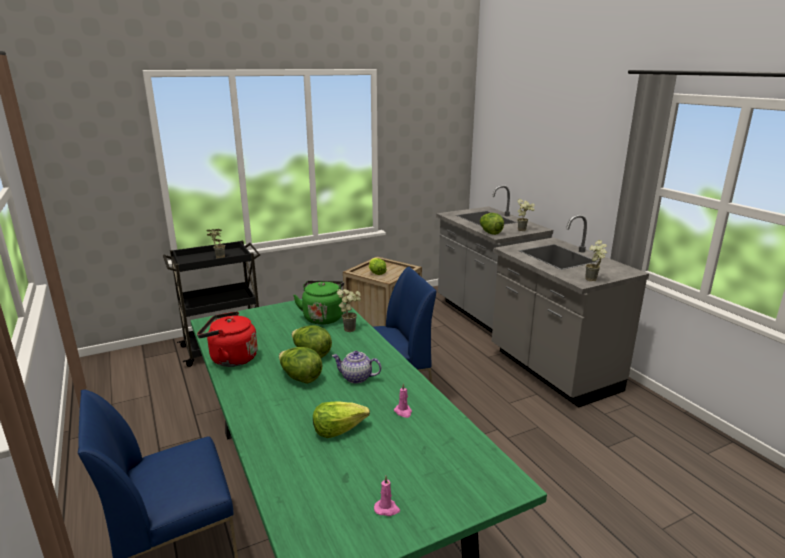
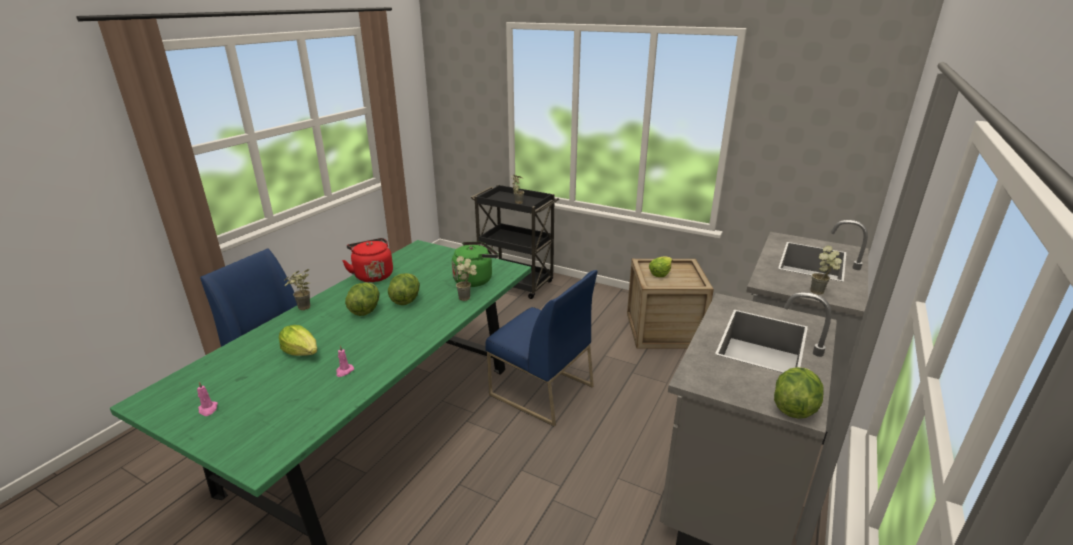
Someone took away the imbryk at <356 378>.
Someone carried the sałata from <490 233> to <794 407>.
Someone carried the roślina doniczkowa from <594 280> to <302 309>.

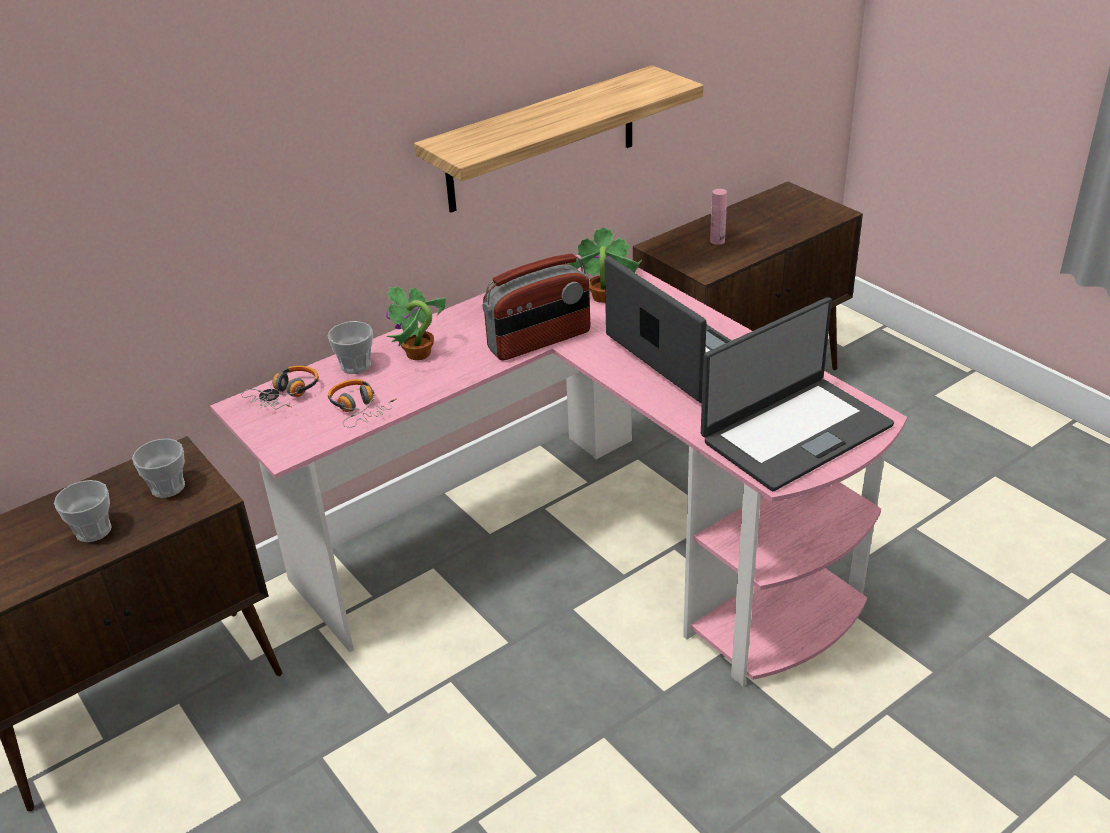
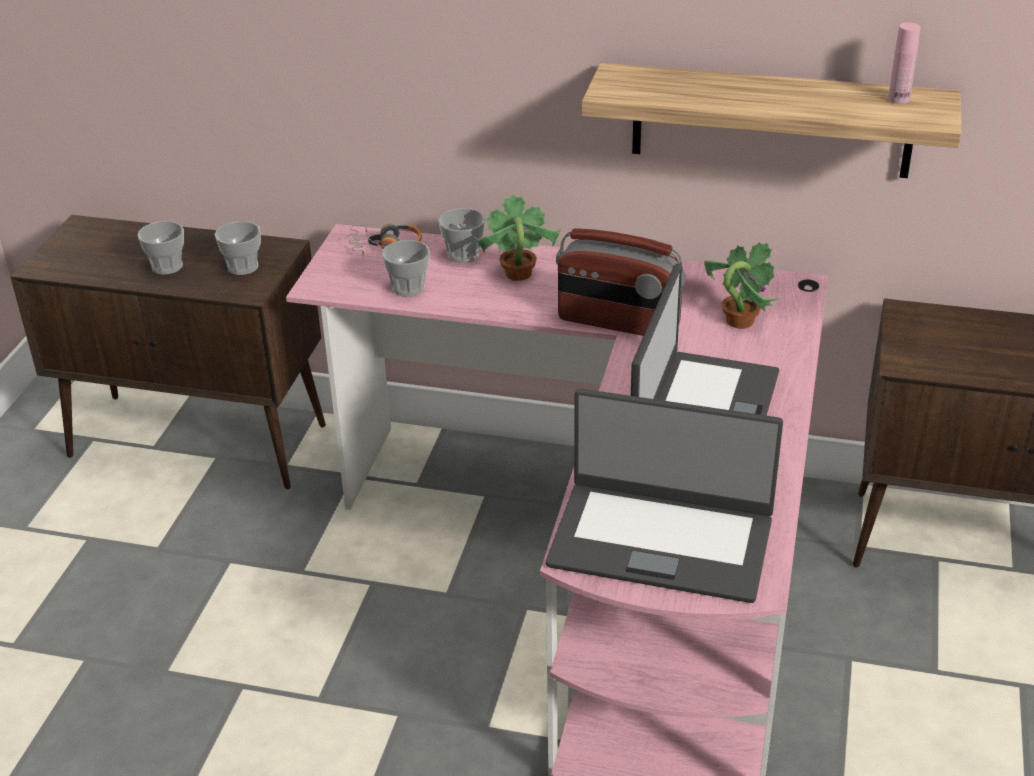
Someone swapped the słuchawki at <359 409> for the filiżanka at <408 288>.
Someone carried the butelka (różowy) from <717 241> to <899 99>.

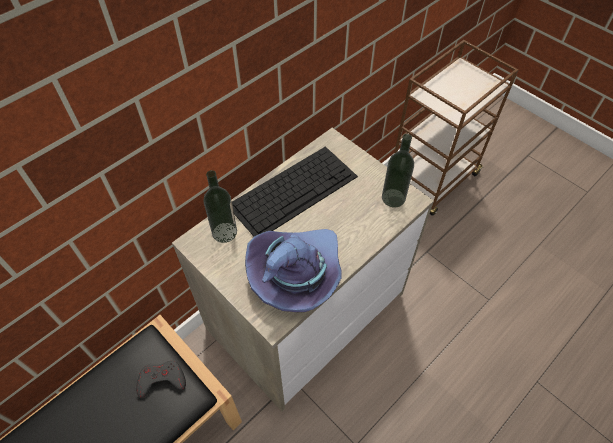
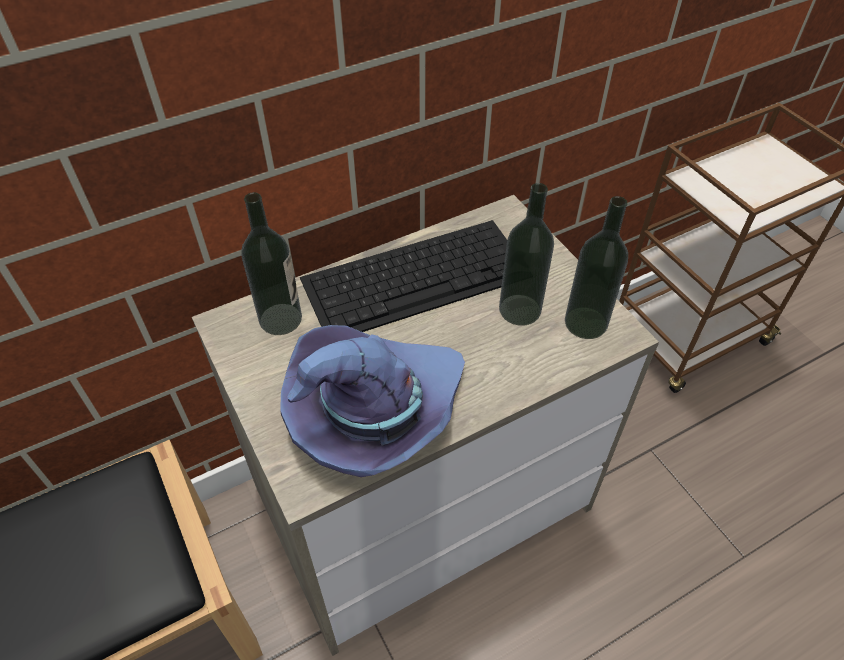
Someone took away the pad do gier (szary) at <161 380>.
Someone put down the butelka at <520 309>.

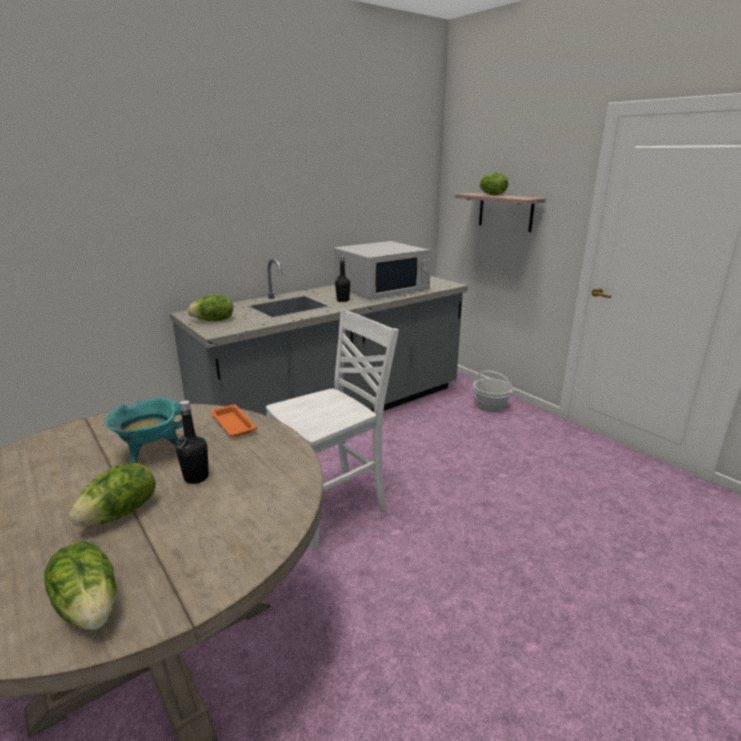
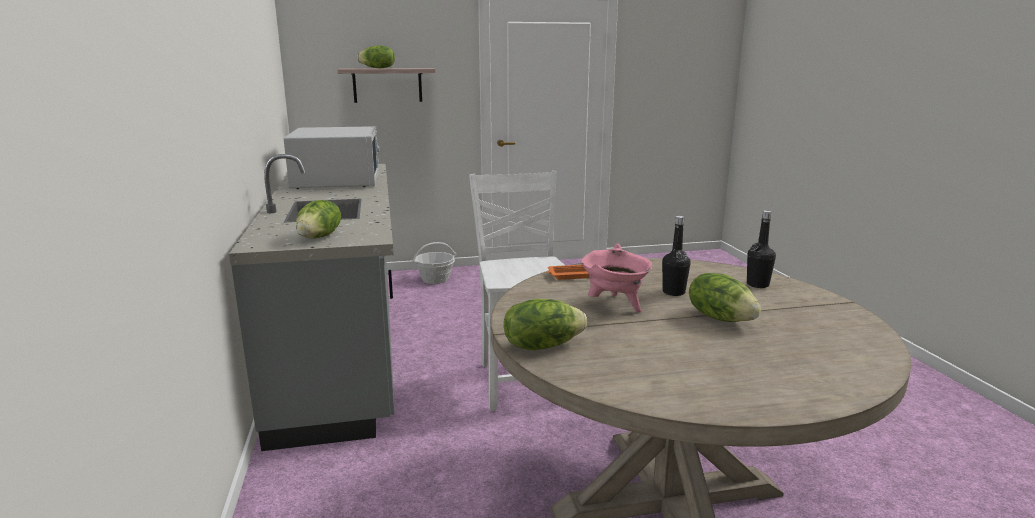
Someone carried the sałata from <90 605> to <542 345>.
Someone repainted the garnek (turkusowy) at <151 452>, which became the garnek (różowy) at <615 305>.
Someone carried the butelka (czarny) from <343 300> to <757 284>.

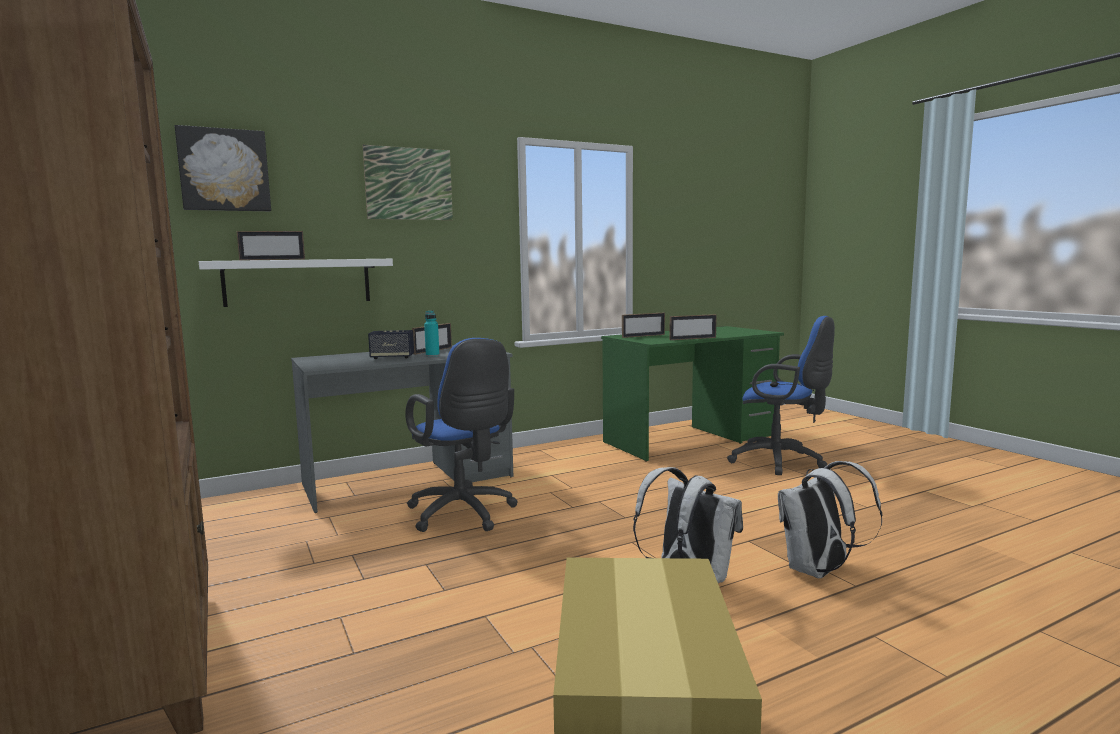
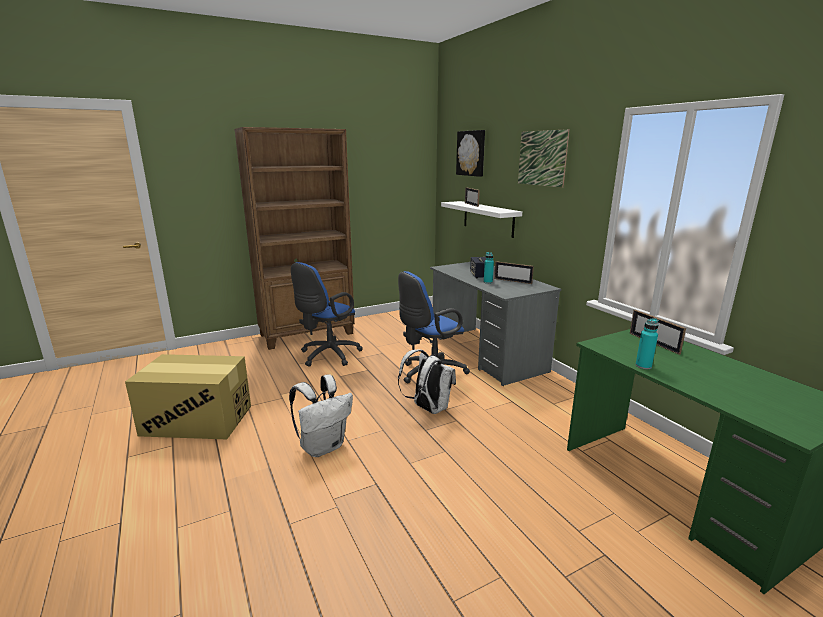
Someone swapped the ramka na zdjęcie at <692 338> for the butelka (turkusowy) at <643 366>.
Someone carried the krzesło biurowe (niebieski) from <781 462> to <327 356>.
Someone carried the plecak (biały) from <819 571> to <428 408>.

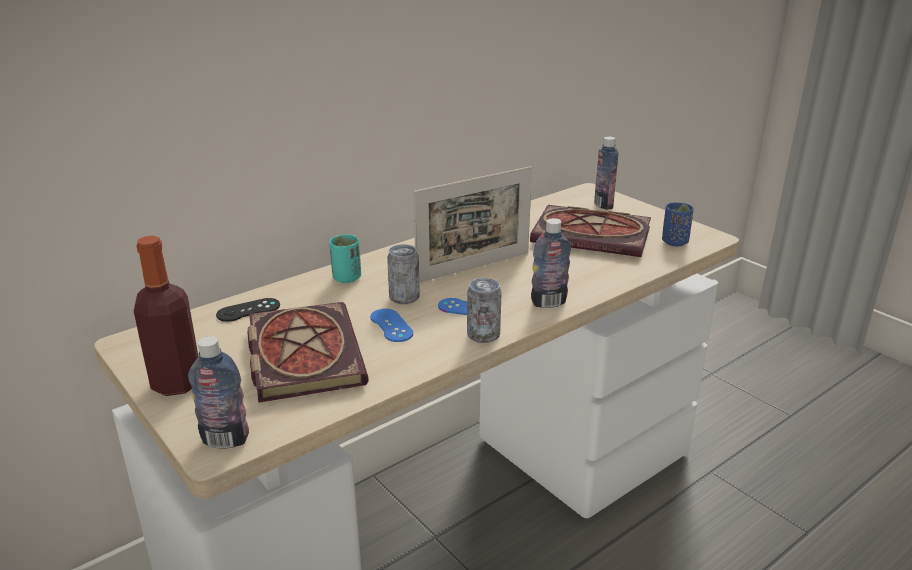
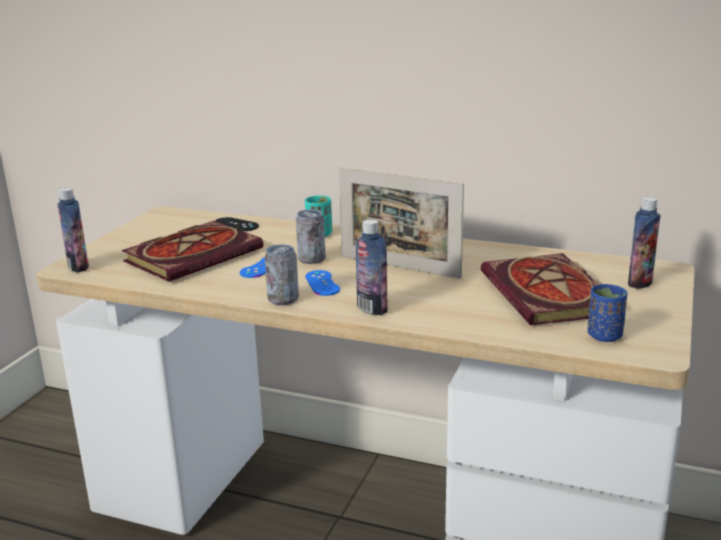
Someone took away the butelka at <177 383>.

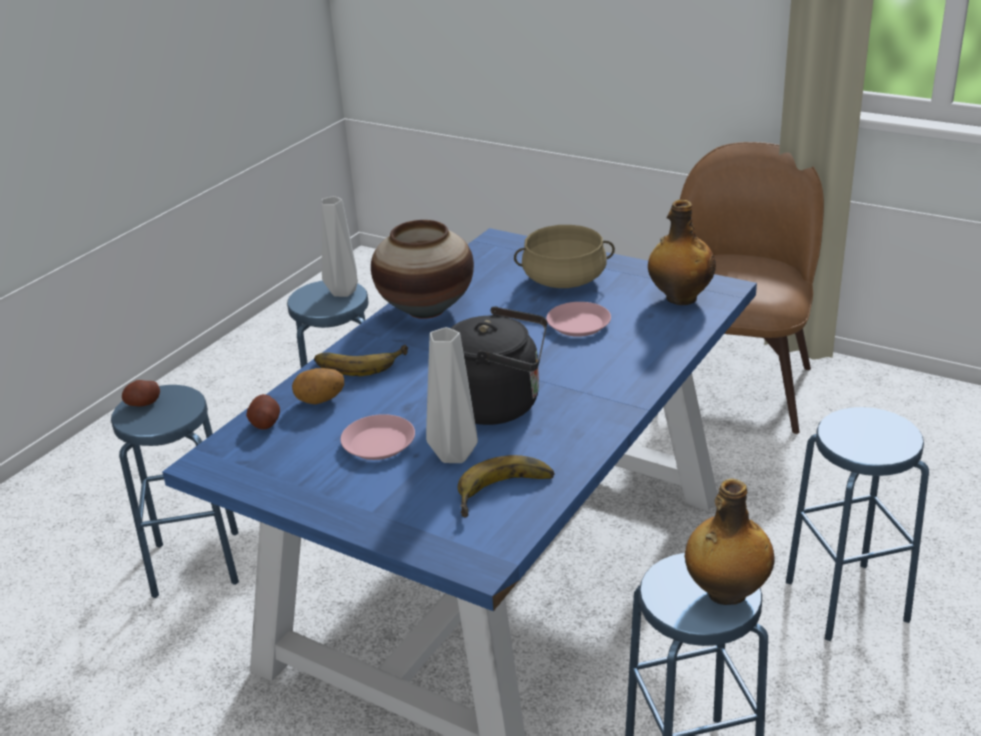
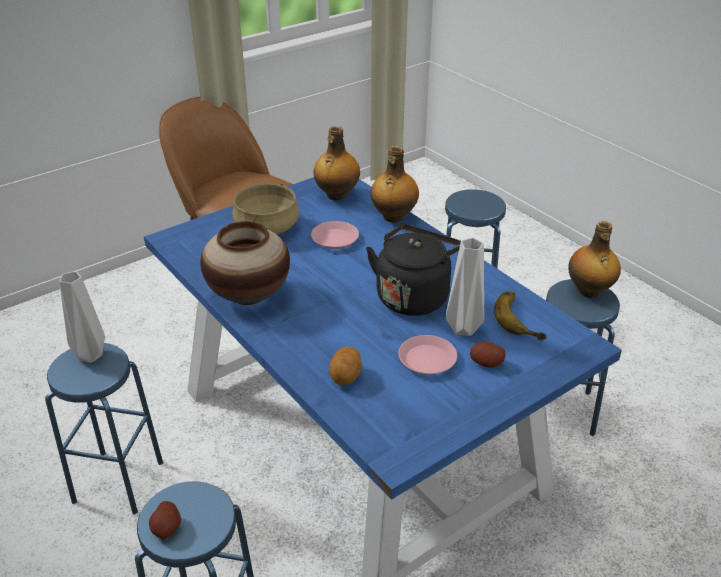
Someone carried the ziemniak from <265 423> to <486 363>.
Someone took away the banan at <360 361>.
Someone put down the butelka at <393 217>.

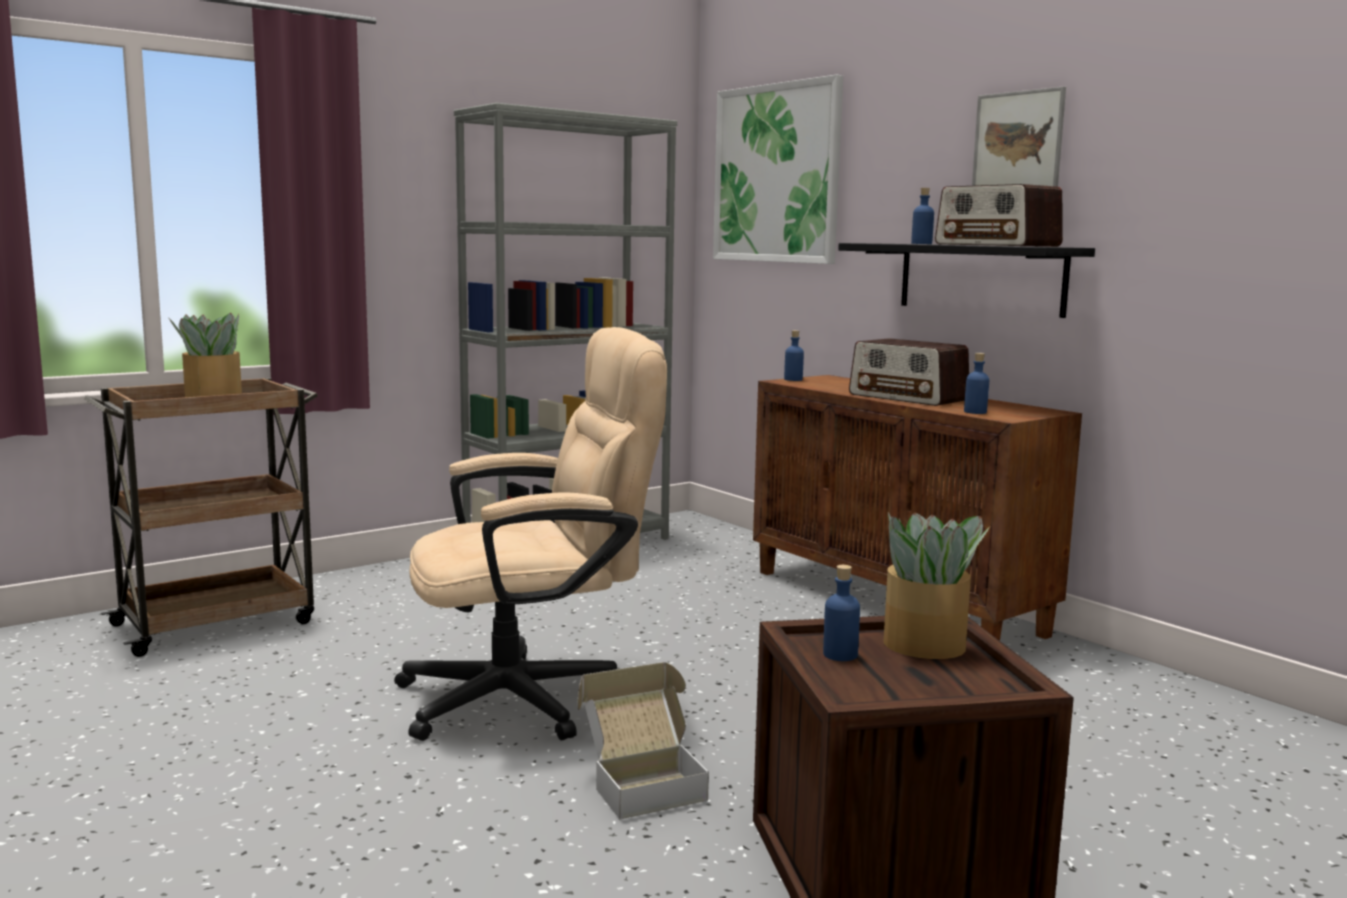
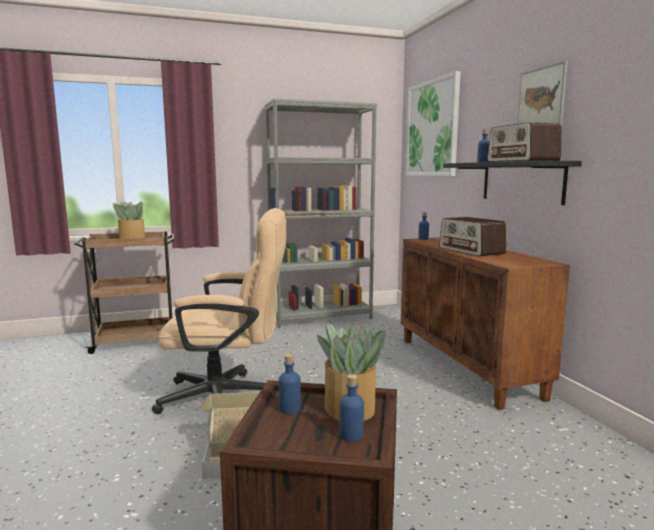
Someone carried the butelka (niebieski) from <975 412> to <351 435>.

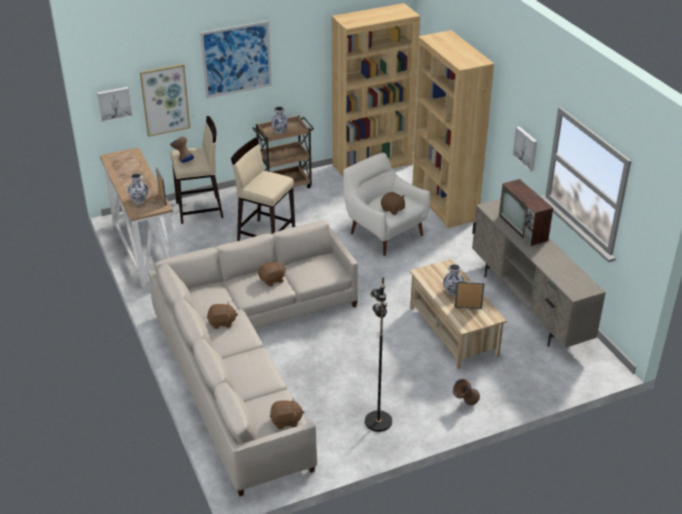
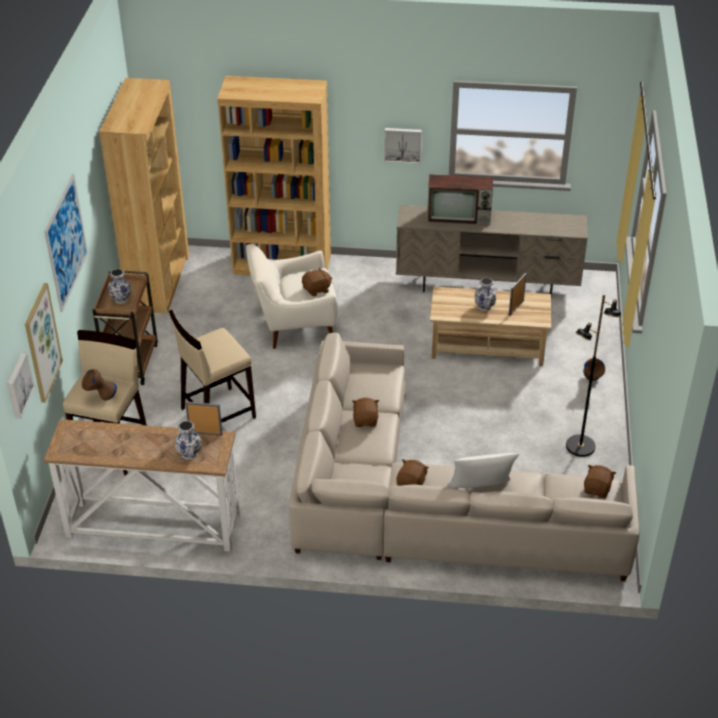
Someone put down the poduszka (biały) at <480 491>.

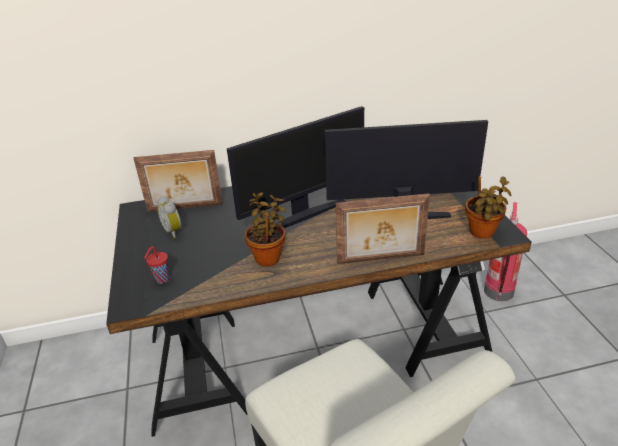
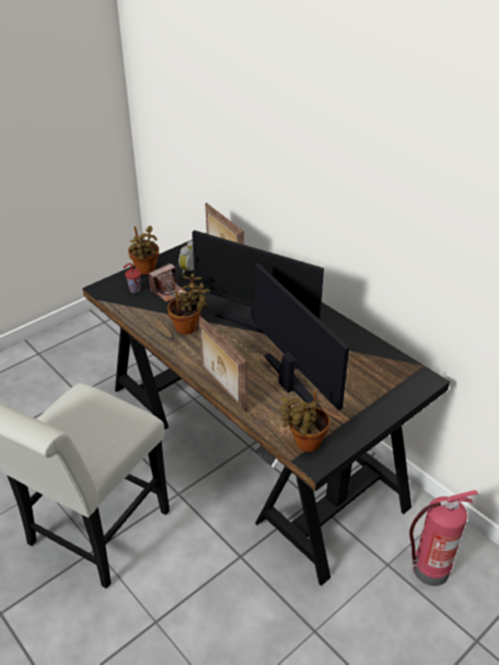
Someone put down the roślina doniczkowa at <146 271>.
Someone put down the aparat fotograficzny at <168 291>.

